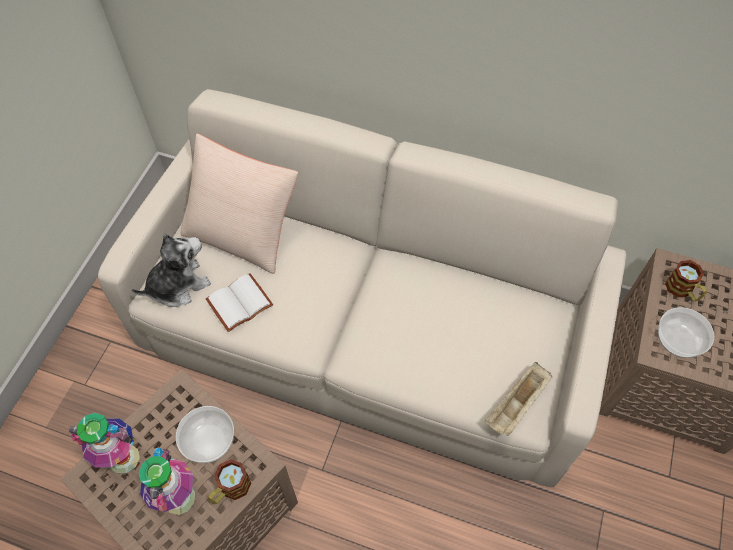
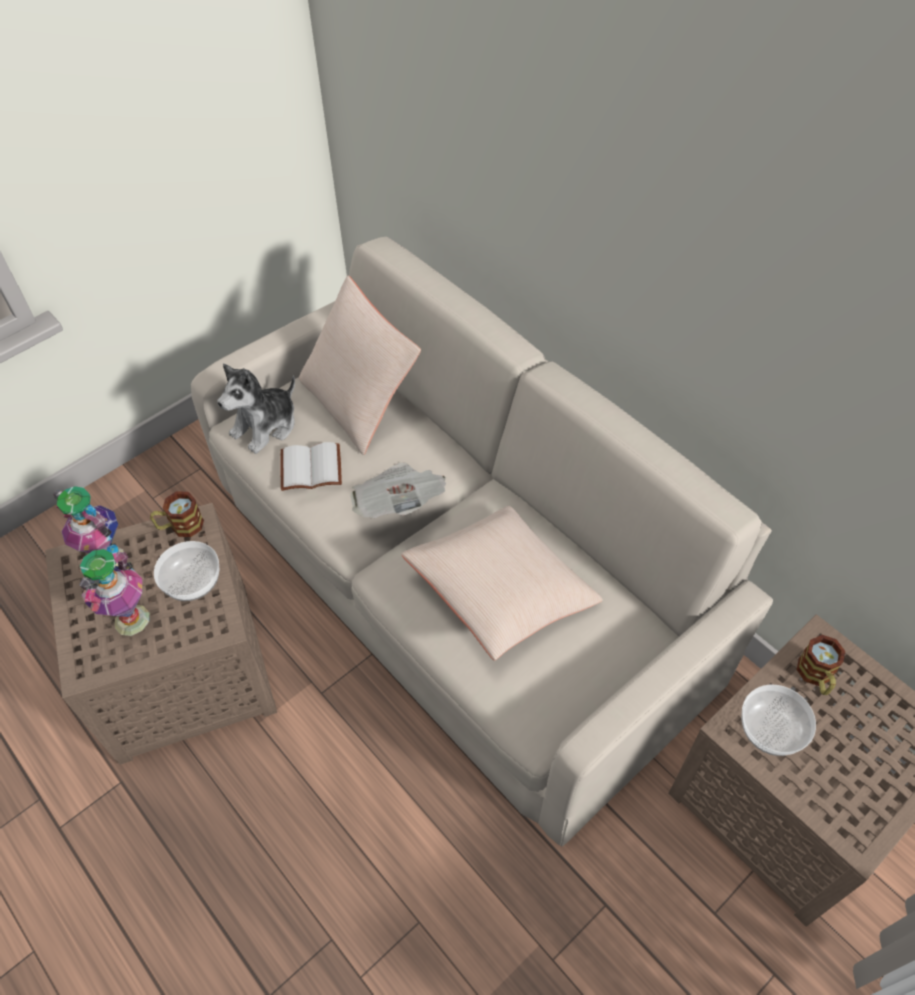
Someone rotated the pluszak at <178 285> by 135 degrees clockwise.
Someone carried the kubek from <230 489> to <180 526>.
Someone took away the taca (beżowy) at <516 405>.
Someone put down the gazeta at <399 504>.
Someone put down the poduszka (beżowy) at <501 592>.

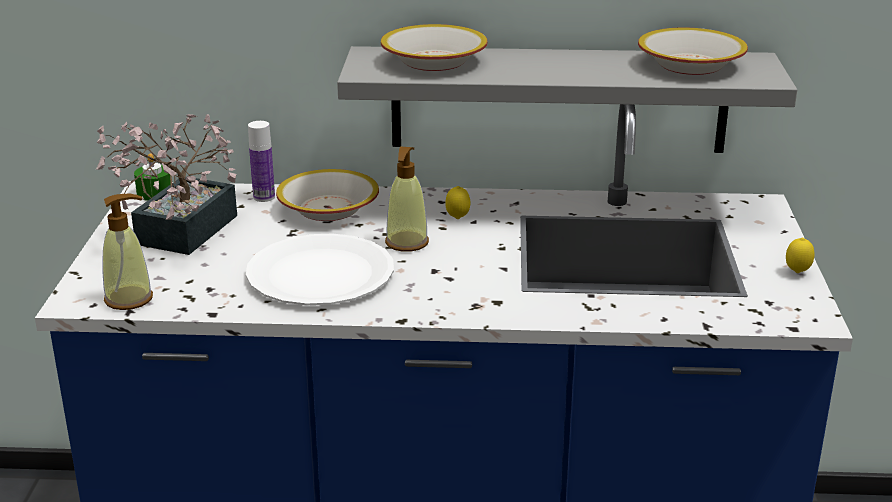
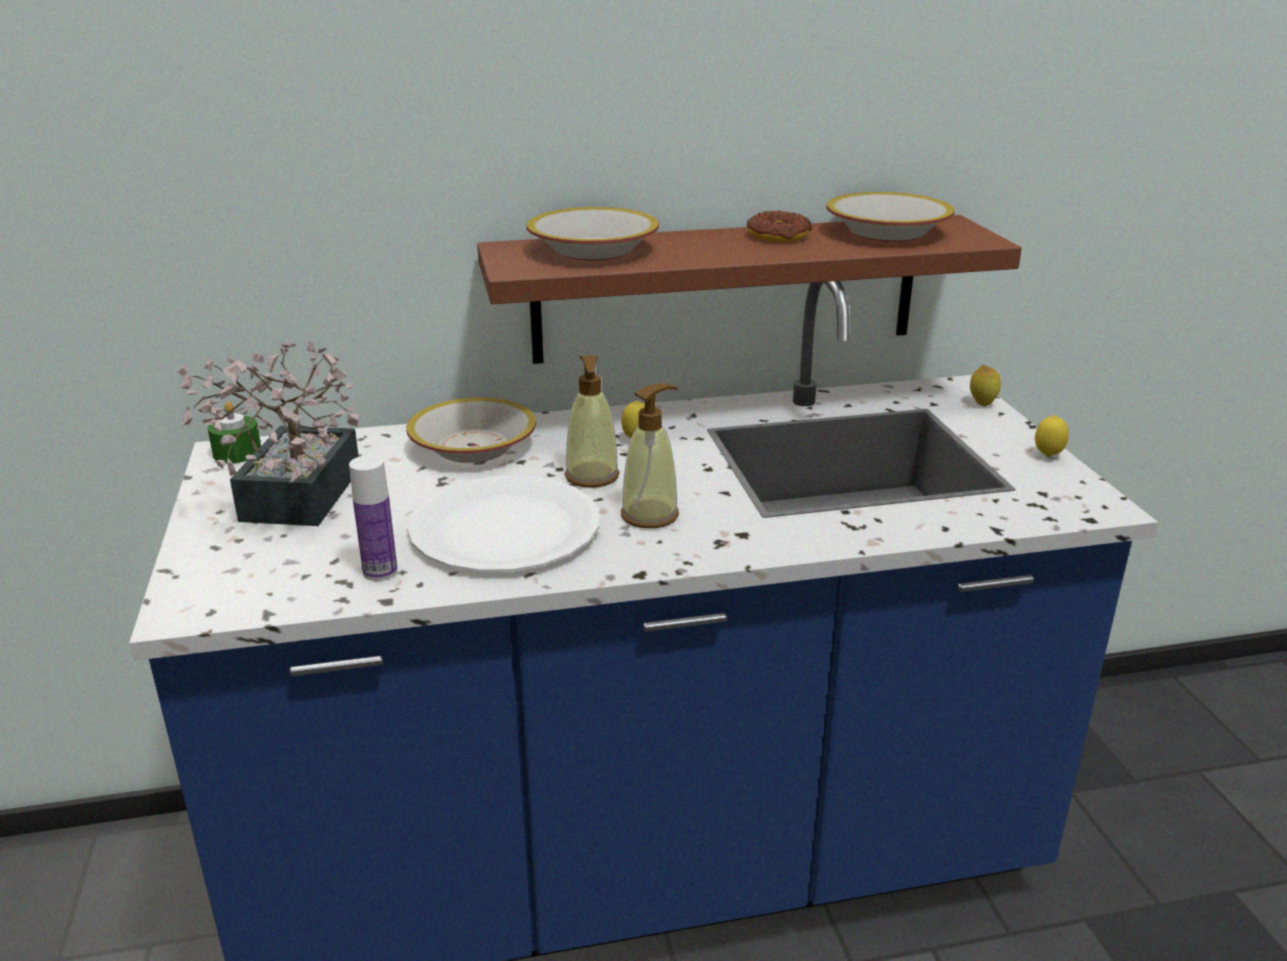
Someone carried the dozownik mydła from <129 299> to <650 515>.
Someone carried the butelka from <264 197> to <380 572>.
Someone repainted the półka (szary) at <558 99>, which became the półka (brązowy) at <727 289>.
Someone put down the donut at <778 236>.
Someone put down the cytryna at <982 404>.

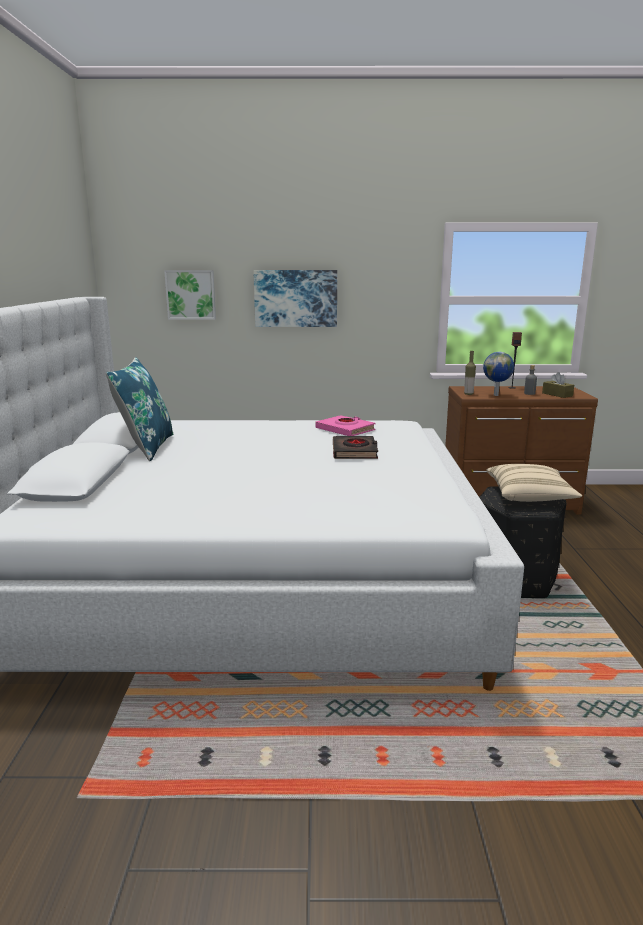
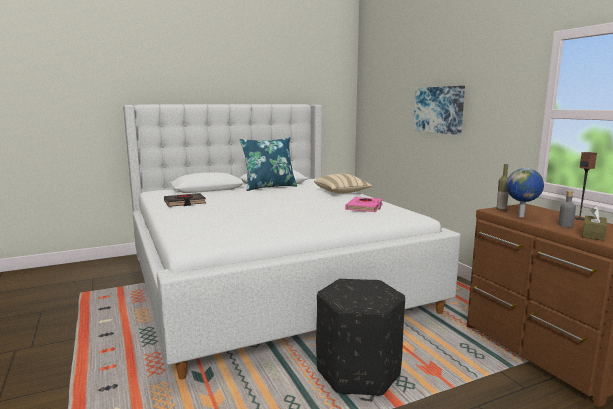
Someone took away the obraz at <191 294>.
Someone carried the książka (czarny) from <354 452> to <185 203>.
Someone carried the poduszka (beżowy) from <529 497> to <342 192>.

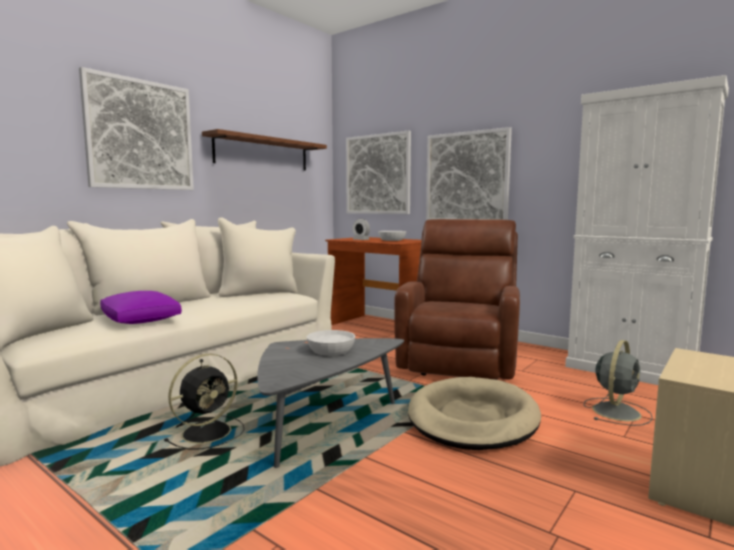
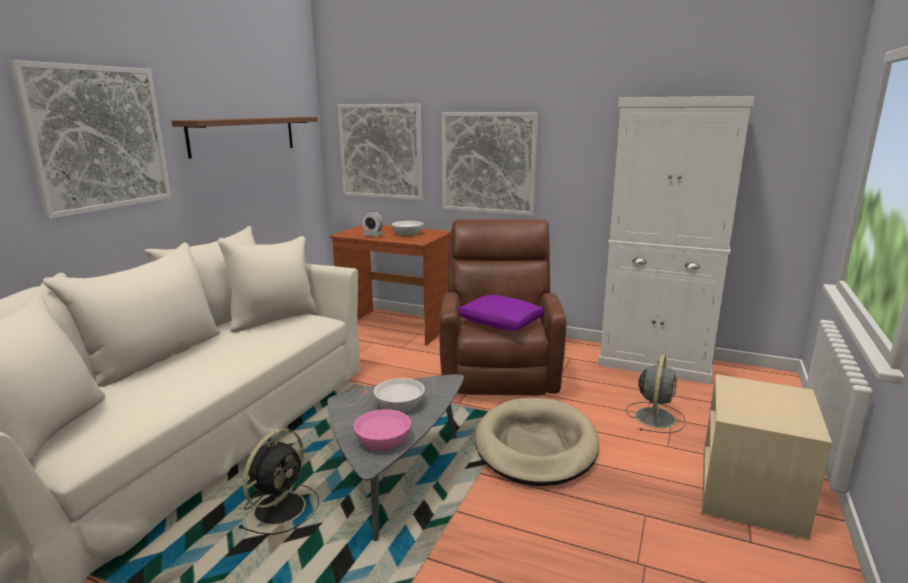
Someone carried the poduszka (fioletowy) from <141 319> to <501 323>.
Someone put down the miska (różowy) at <382 439>.

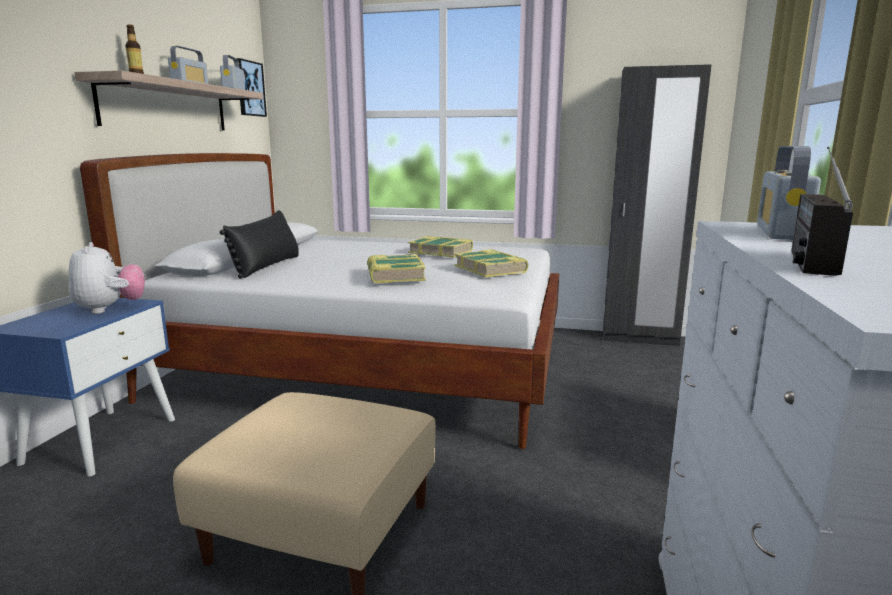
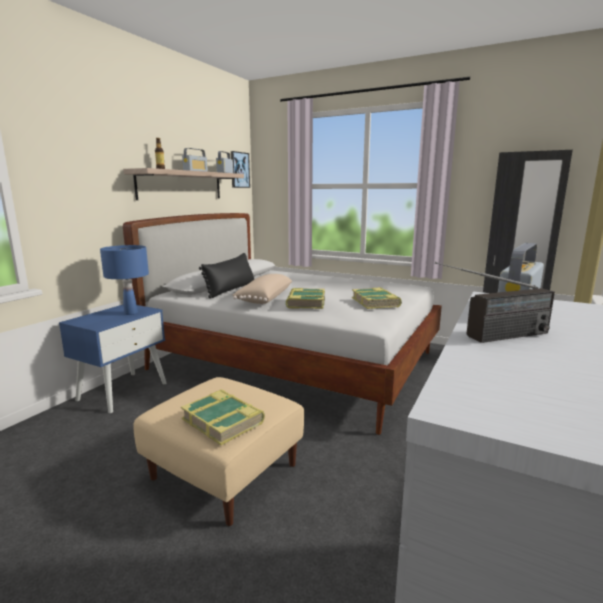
Someone swapped the pluszak at <110 309> for the lampa stołowa (niebieski) at <130 313>.
Someone carried the książka from <441 252> to <223 421>.
Someone rotated the radio at <805 256> by 150 degrees counterclockwise.
Someone put down the poduszka (beżowy) at <263 298>.

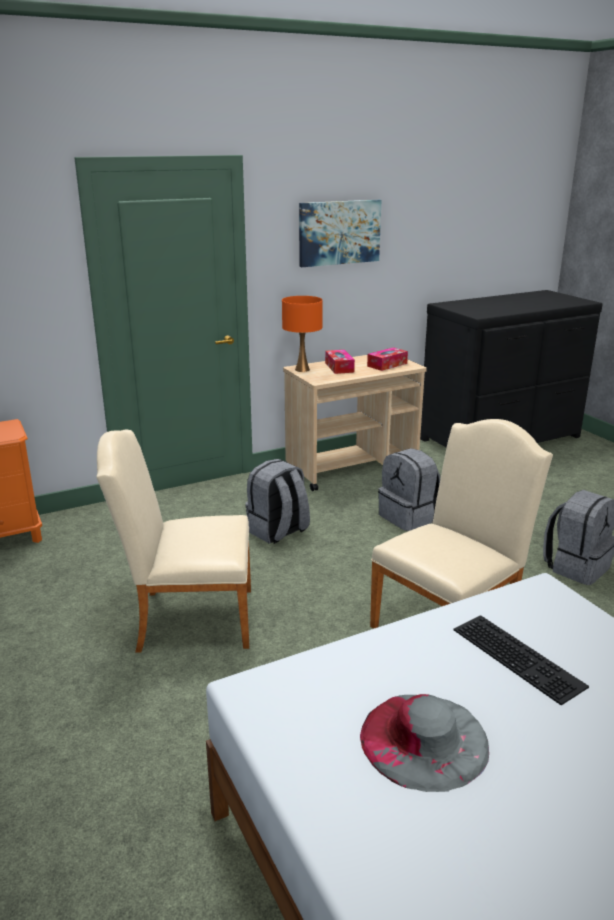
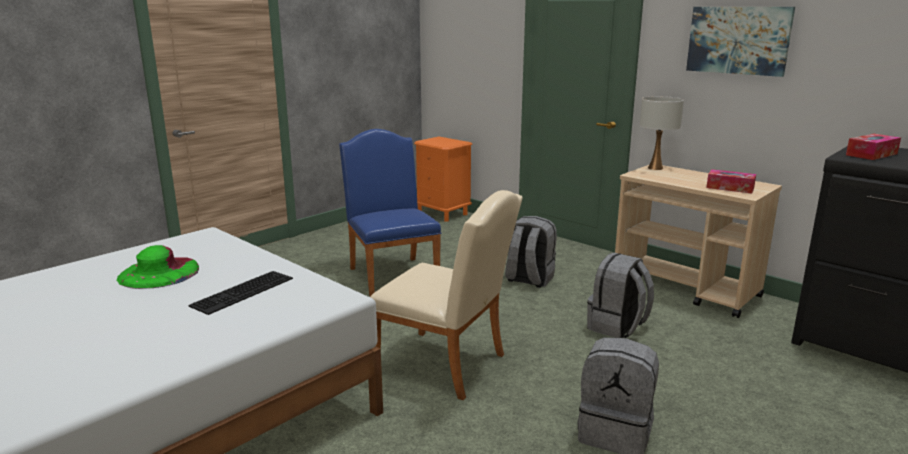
Someone repainted the krzesło (beżowy) at <186 618>, which became the krzesło (niebieski) at <391 273>.
Someone repainted the lampa stołowa (pomarańczowy) at <302 369>, which became the lampa stołowa (biały) at <655 168>.
Someone carried the pudełko chusteczek from <339 367> to <871 154>.
Someone repainted the kapelusz (szary) at <424 740>, which became the kapelusz (zielony) at <159 272>.

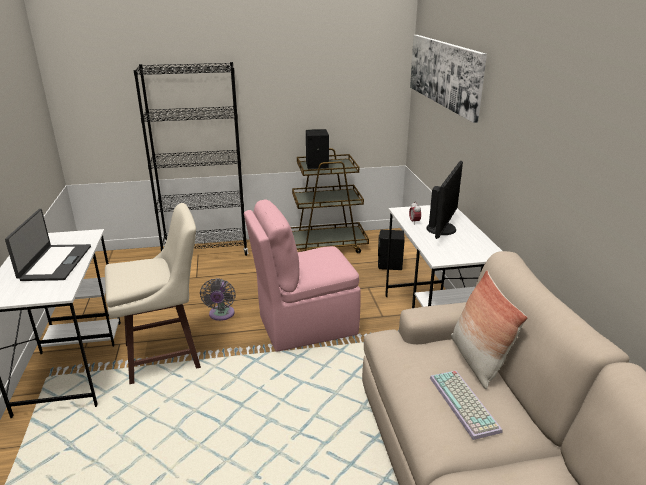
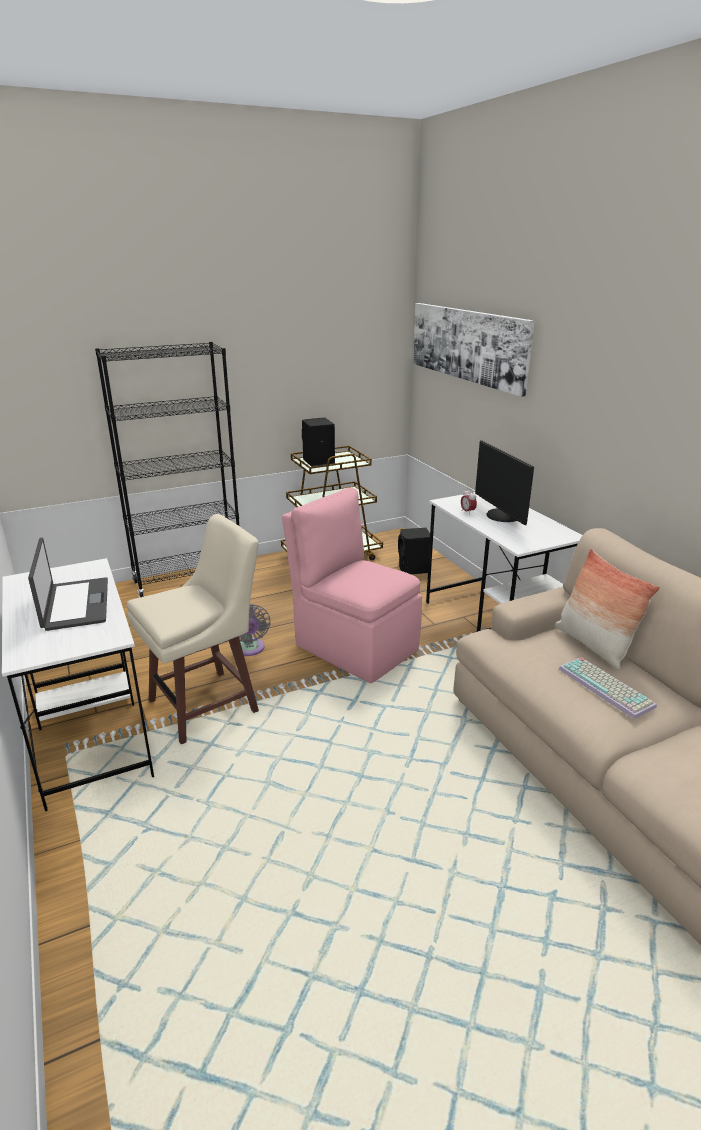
Someone rotated the krzesło (różowy) at <304 325> by 75 degrees clockwise.
Someone rotated the monitor at <442 229> by 150 degrees clockwise.

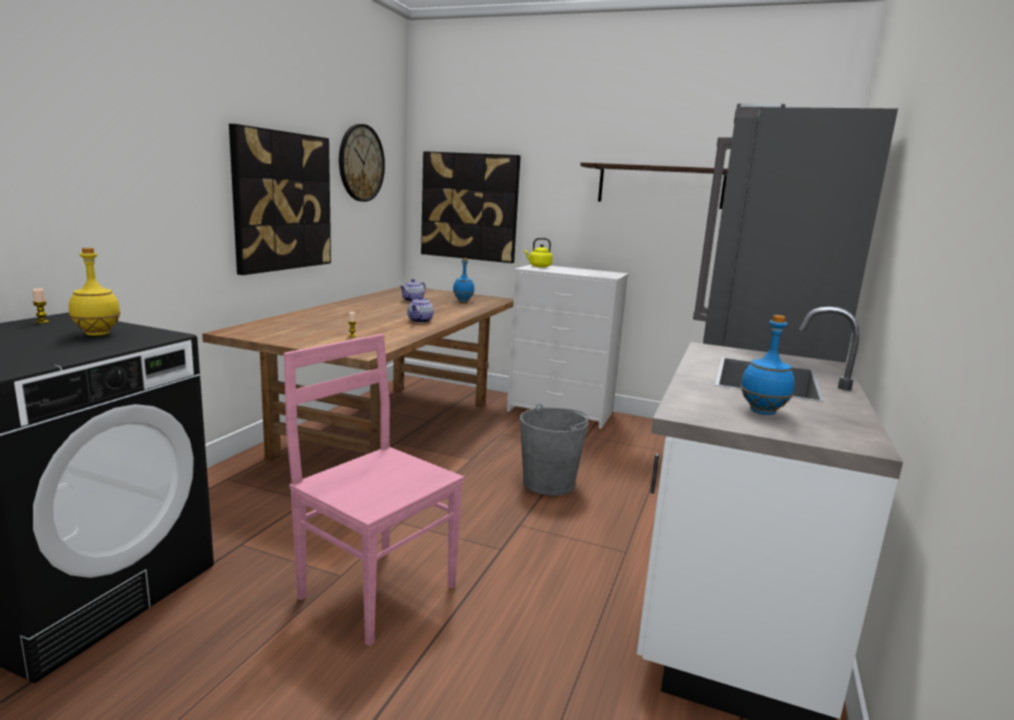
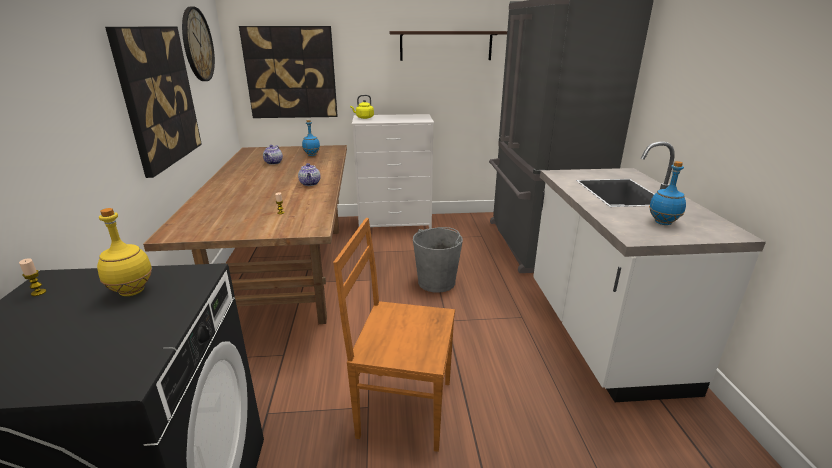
Someone repainted the krzesło (różowy) at <375 589>, which became the krzesło (brązowy) at <402 407>.

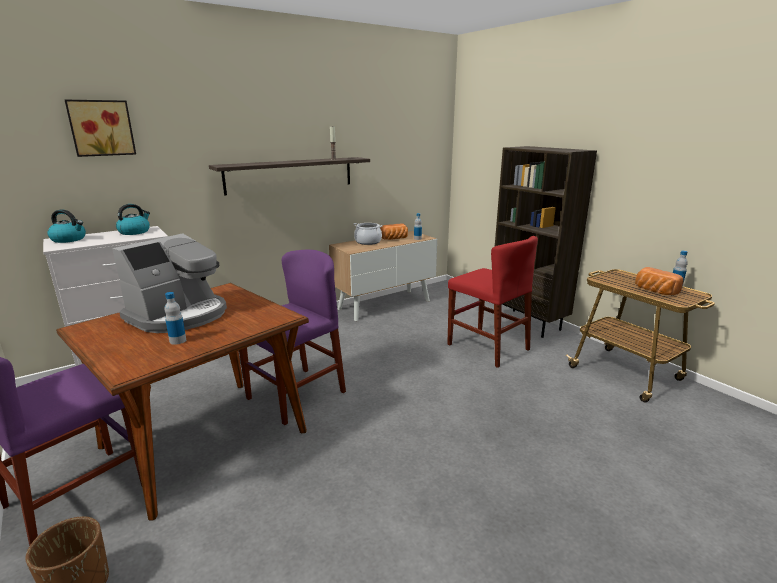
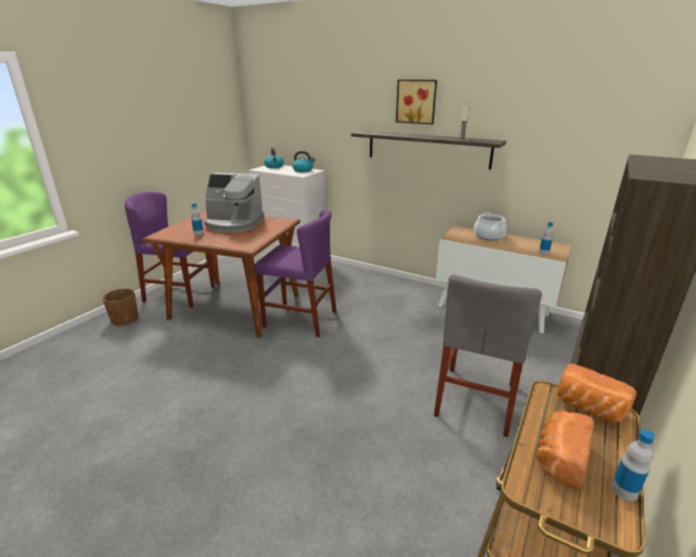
Someone carried the obraz from <101 128> to <416 101>.
Someone carried the chleb from <395 239> to <588 408>.
Someone repainted the krzesło (czerwony) at <487 347>, which became the krzesło (szary) at <475 399>.

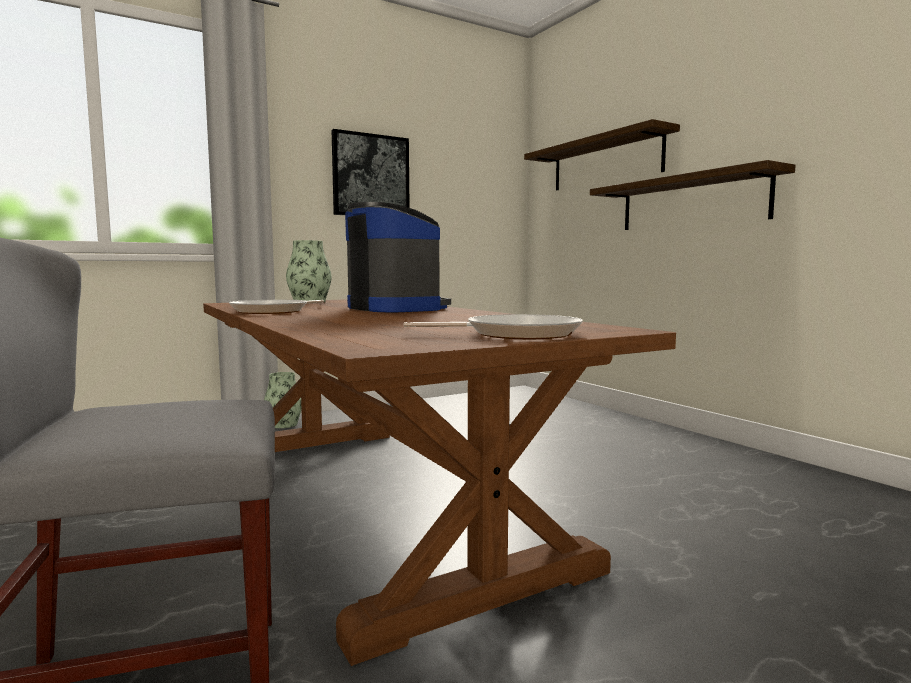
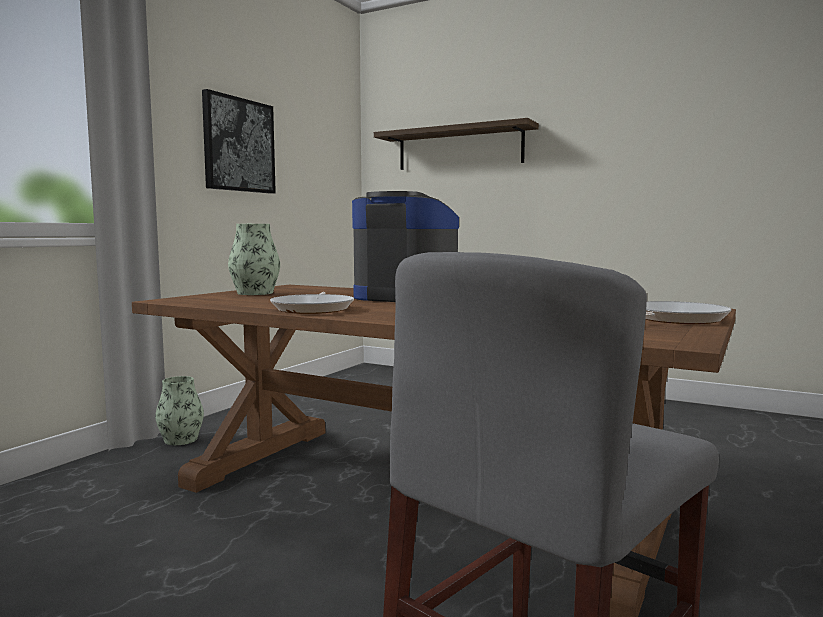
Someone took away the półka at <691 202>.

